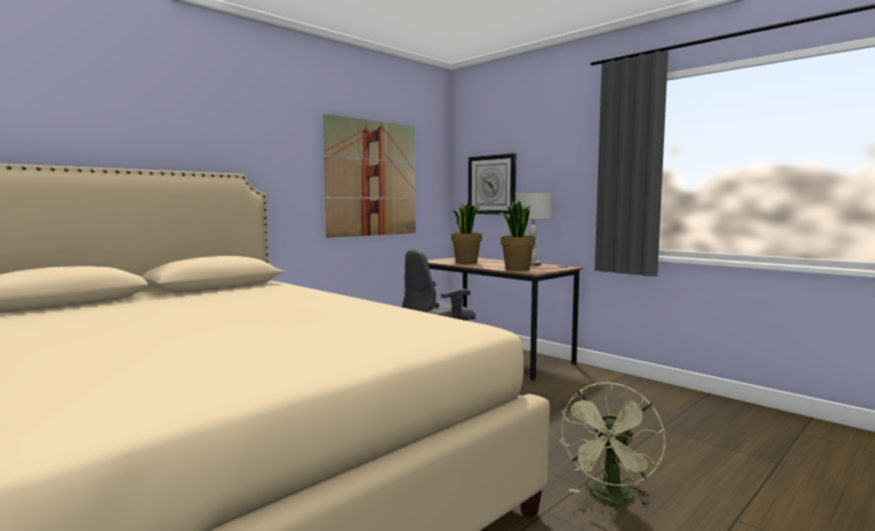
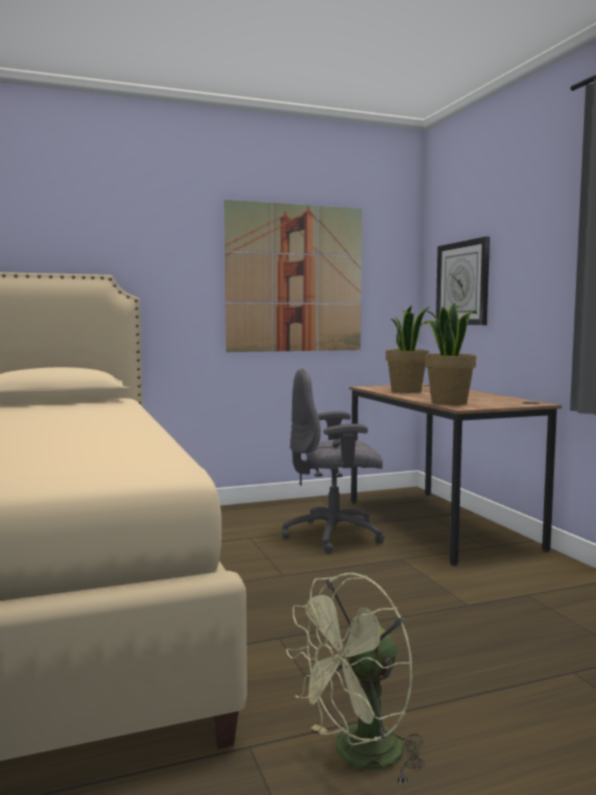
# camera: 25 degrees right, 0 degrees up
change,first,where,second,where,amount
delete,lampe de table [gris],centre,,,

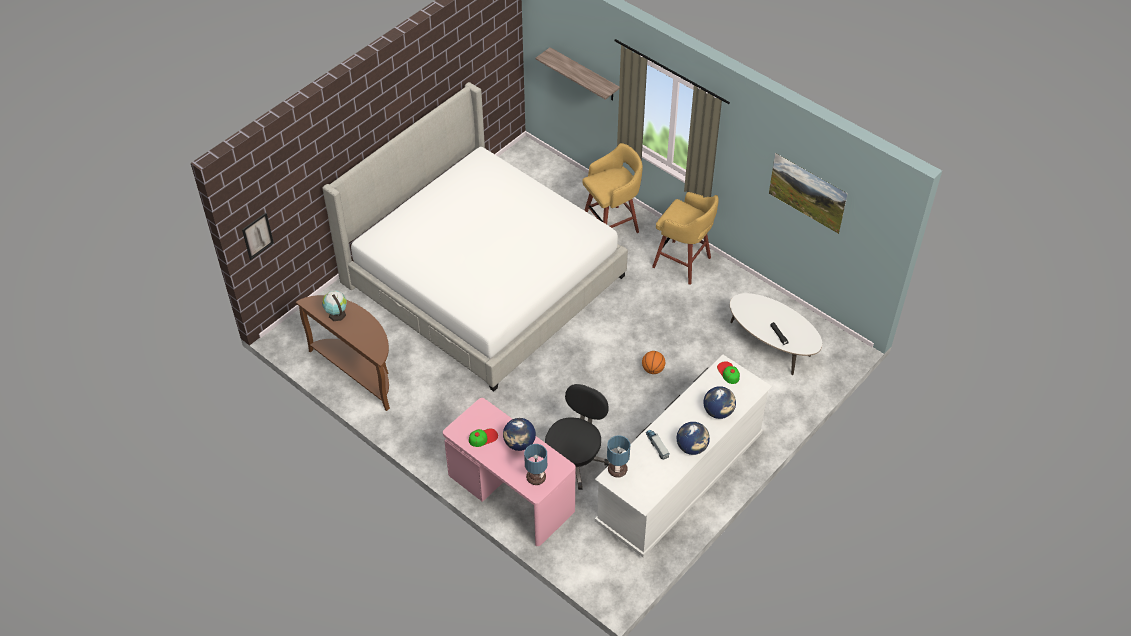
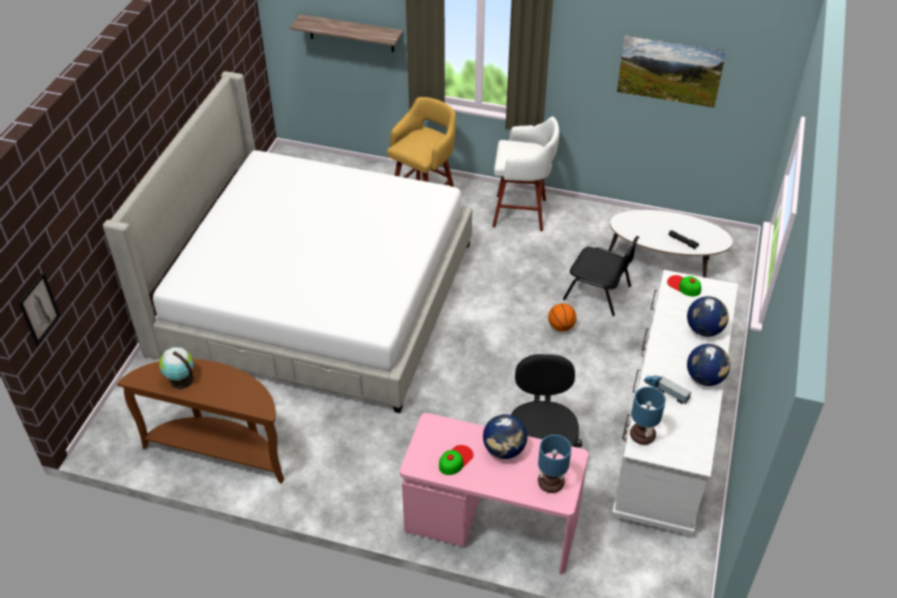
# camera: 25 degrees left, 5 degrees down
change,first,where,second,where,amount
recolor,tabouret [jaune] (2nd from left),centre,tabouret [blanc],top centre,
insert,,,chaise [noir],middle right,

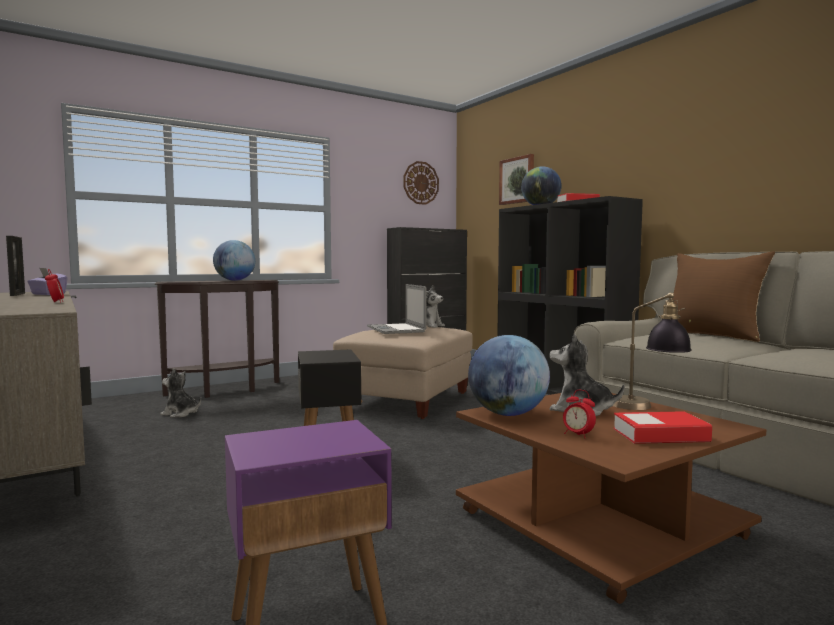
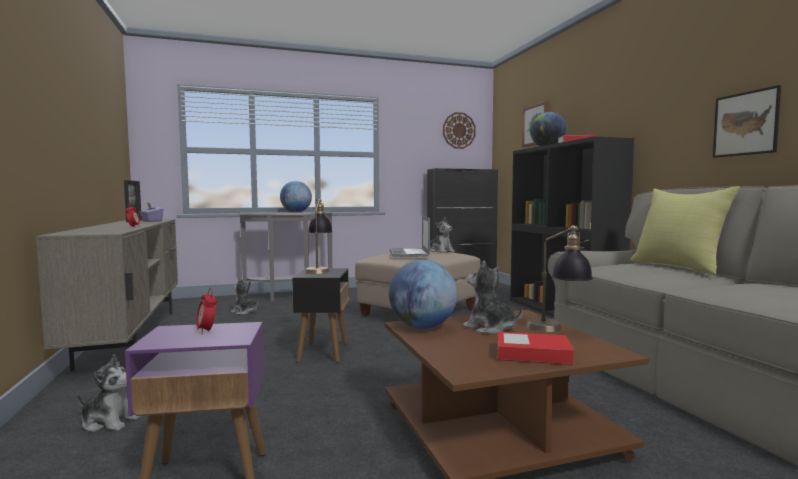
# camera: 15 degrees right, 0 degrees up
change,first,where,second,where,amount
insert,,,peluche (1st from left),bottom left,
move,réveil (2nd from left),middle right,,middle left,
recolor,table console [marron],middle left,table console [gris],centre,
insert,,,lampe de table (1st from left),centre,
recolor,coussin [marron],middle right,coussin [jaune],middle right,
insert,,,tableau (2nd from left),top right,

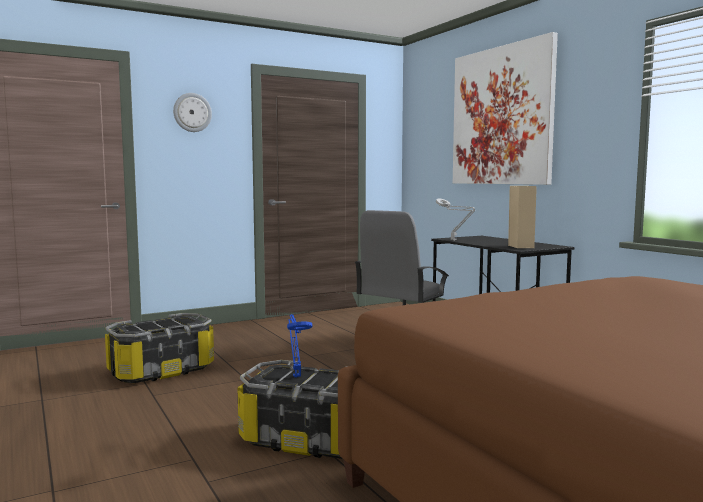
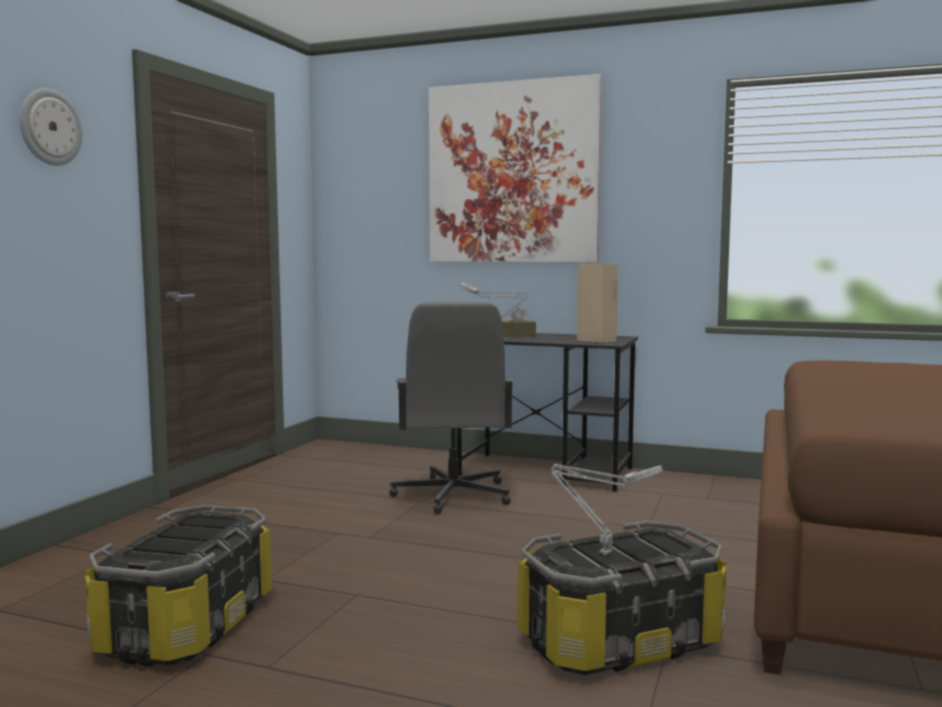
# camera: 40 degrees left, 0 degrees up
change,first,where,second,where,amount
insert,,,boîte à mouchoirs [marron],centre,
recolor,lampe de table [bleu],bottom centre,lampe de table [gris] (2nd from left),bottom centre,

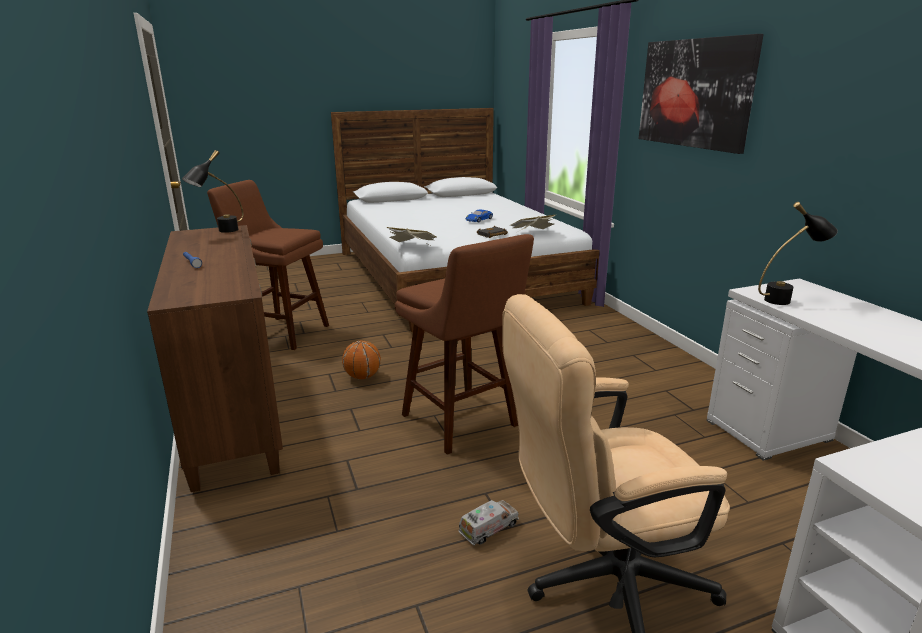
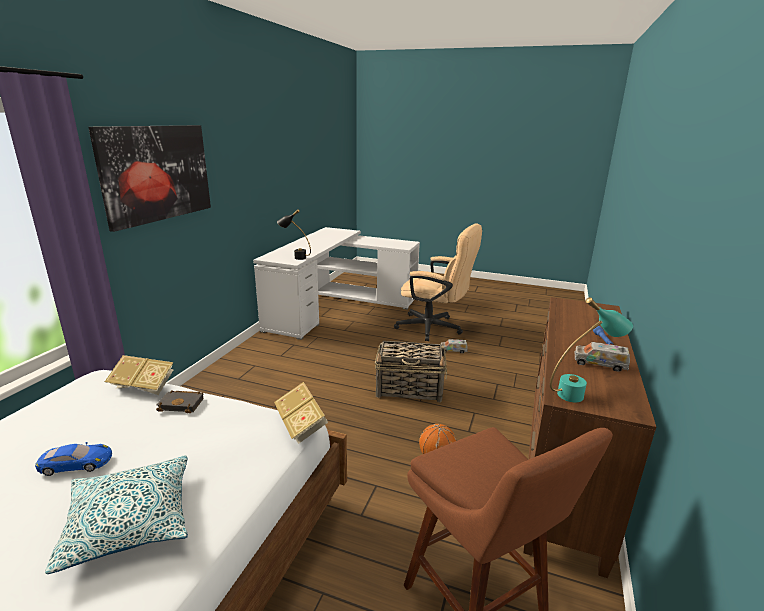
# camera: 140 degrees left, 0 degrees up
change,first,where,second,where,amount
insert,,,coussin,bottom left,
replace,tabouret [marron] (2nd from left),centre,panier,centre,
recolor,lampe de table [noir] (1st from left),top left,lampe de table [turquoise],middle right,
insert,,,camion jouet (2nd from left),middle right,

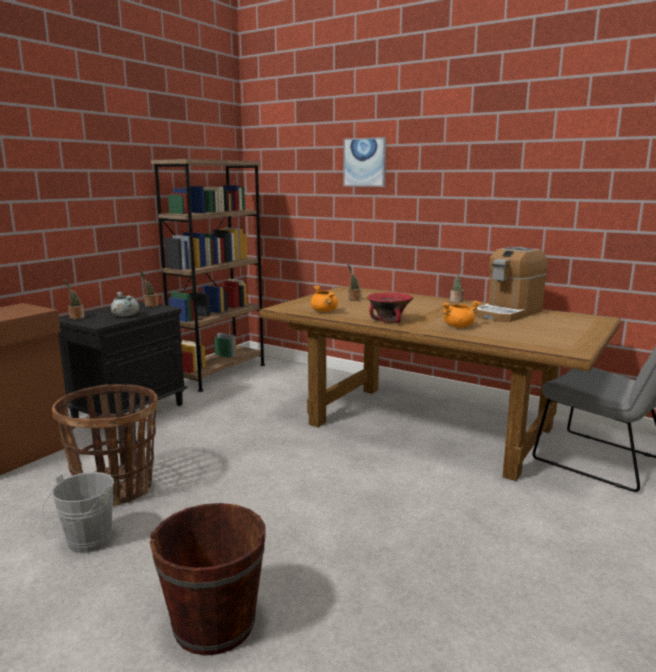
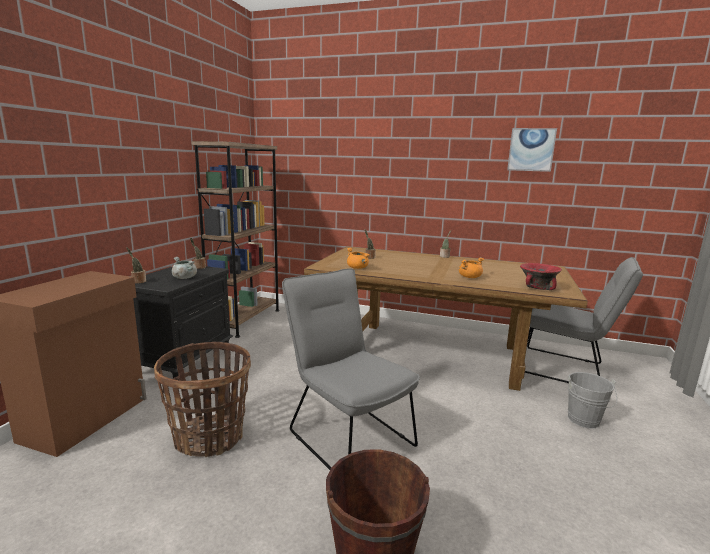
# camera: 15 degrees left, 0 degrees up
change,first,where,second,where,amount
insert,,,chaise [gris] (1st from left),centre,
move,tableau,top centre,,top right,
move,bol [rouge],centre,,middle right,
move,seau [gris],bottom left,,bottom right,
delete,machine à café,middle right,,,

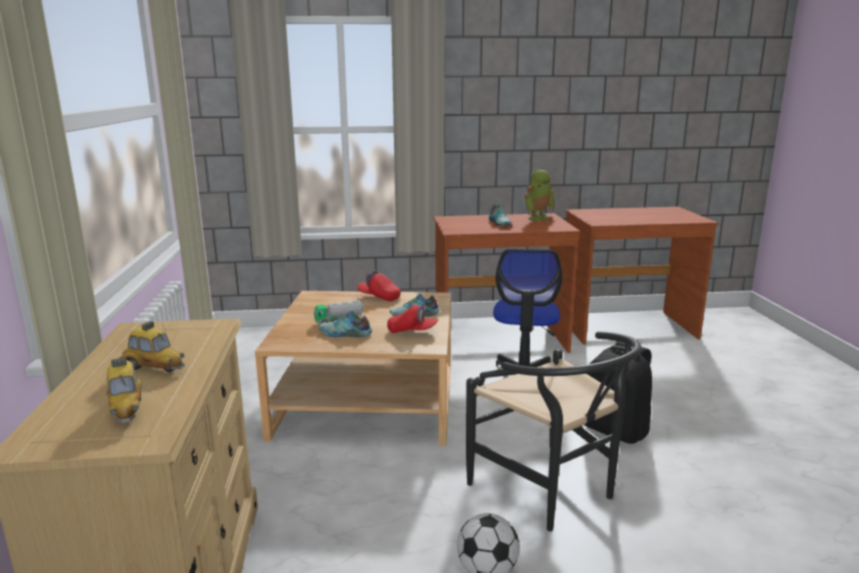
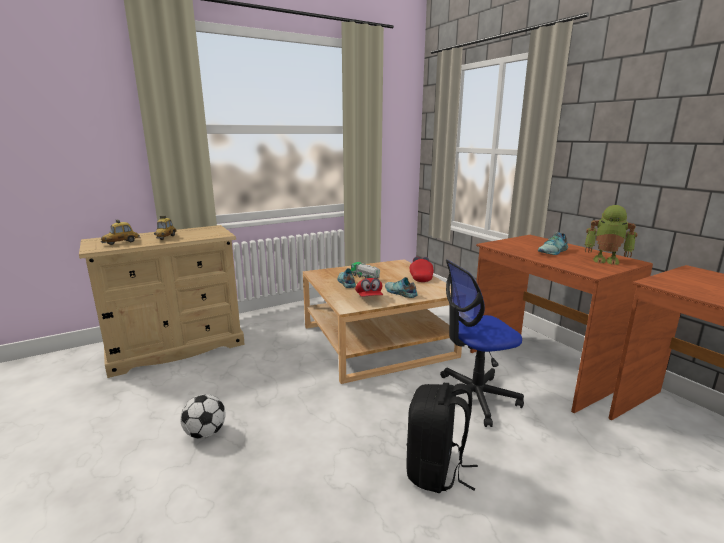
# camera: 65 degrees right, 0 degrees up
change,first,where,second,where,amount
delete,chaise [noir],bottom centre,,,

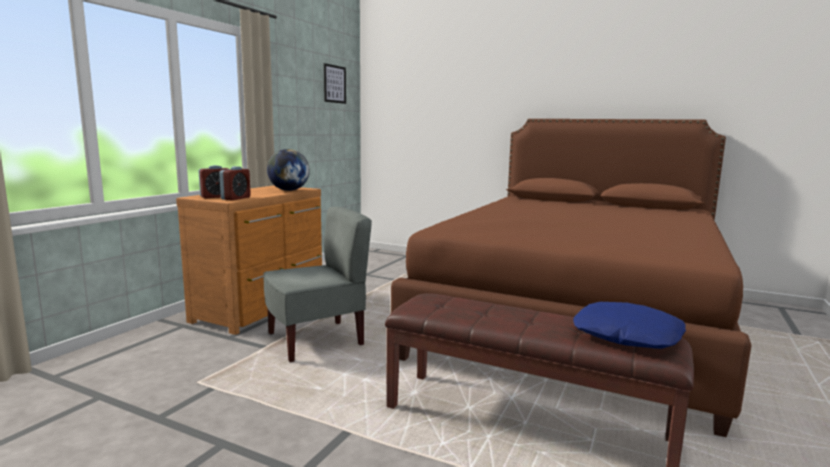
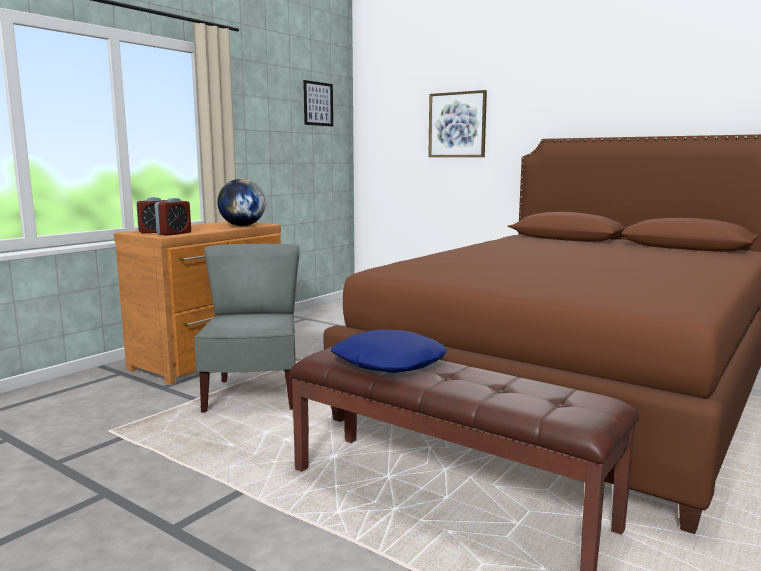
# camera: 10 degrees right, 0 degrees up
change,first,where,second,where,amount
rotate,chaise [gris],centre,,middle left,75 degrees counterclockwise
move,coussin [bleu],bottom right,,centre,
insert,,,tableau (2nd from left),top centre,

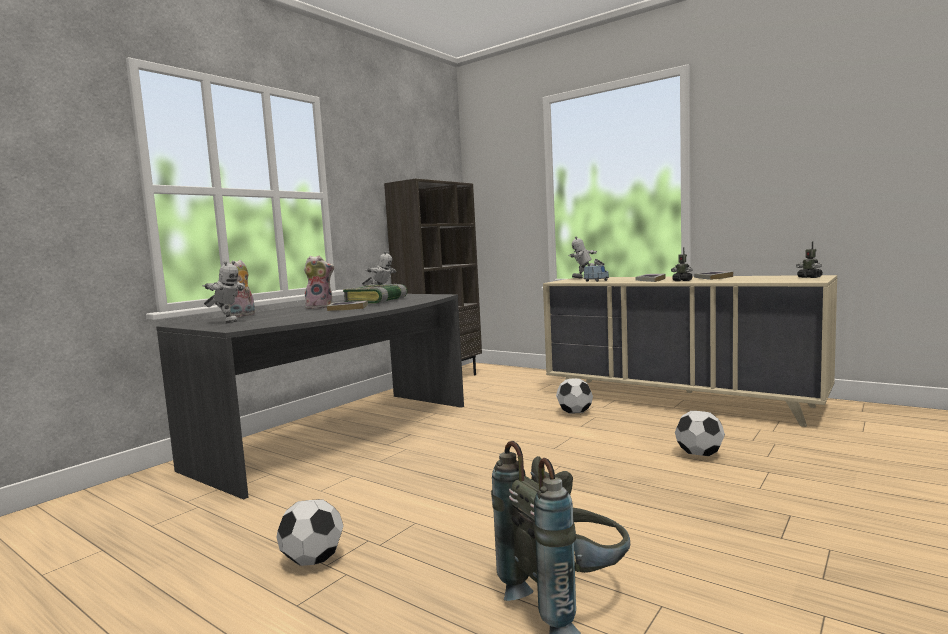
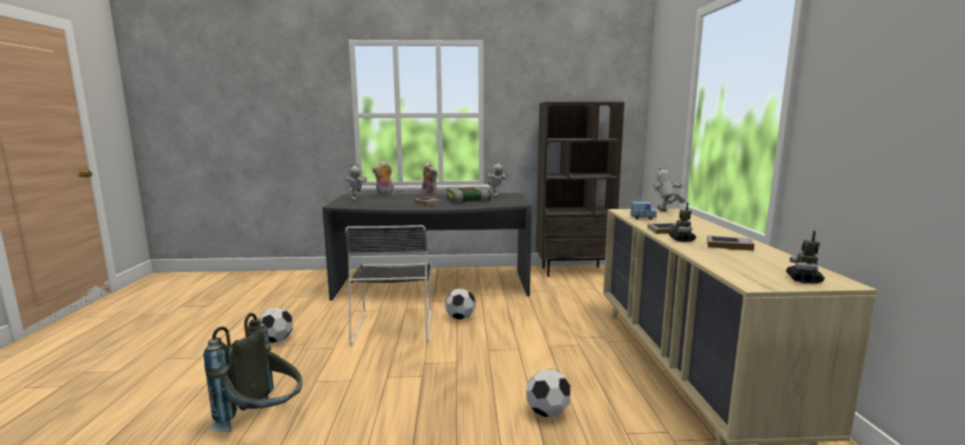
# camera: 50 degrees right, 5 degrees up
change,first,where,second,where,amount
insert,,,chaise [noir],centre,
move,ballon de foot (2nd from left),centre,,bottom centre,

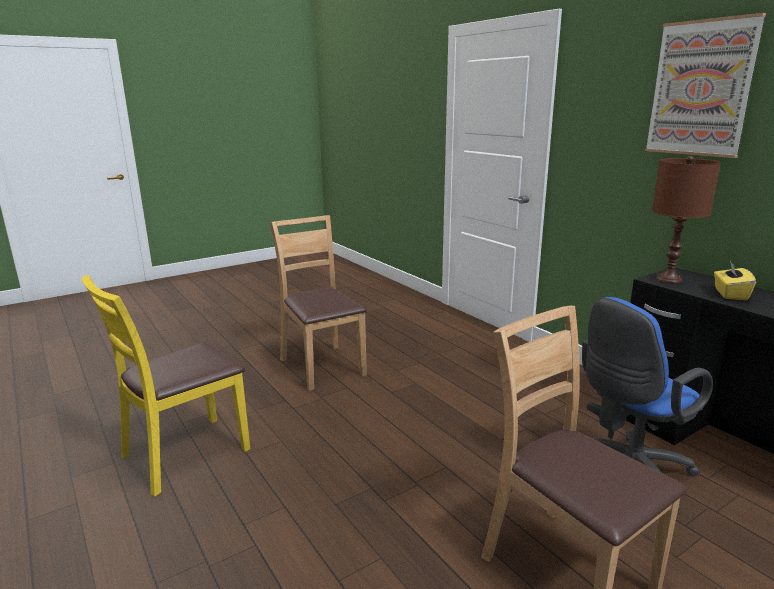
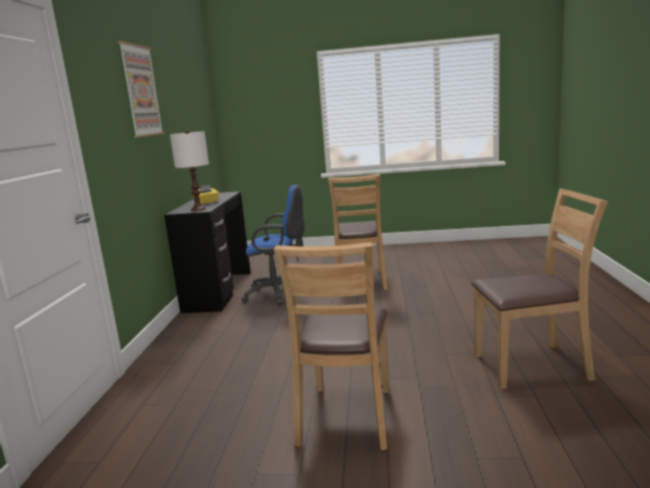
# camera: 140 degrees left, 5 degrees down
change,first,where,second,where,amount
recolor,lampe de table [marron],middle right,lampe de table [blanc],middle left,
recolor,chaise [jaune],middle left,chaise [marron] (3rd from left),middle right,

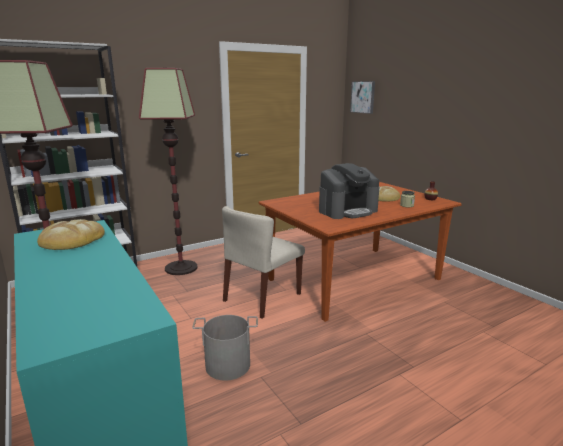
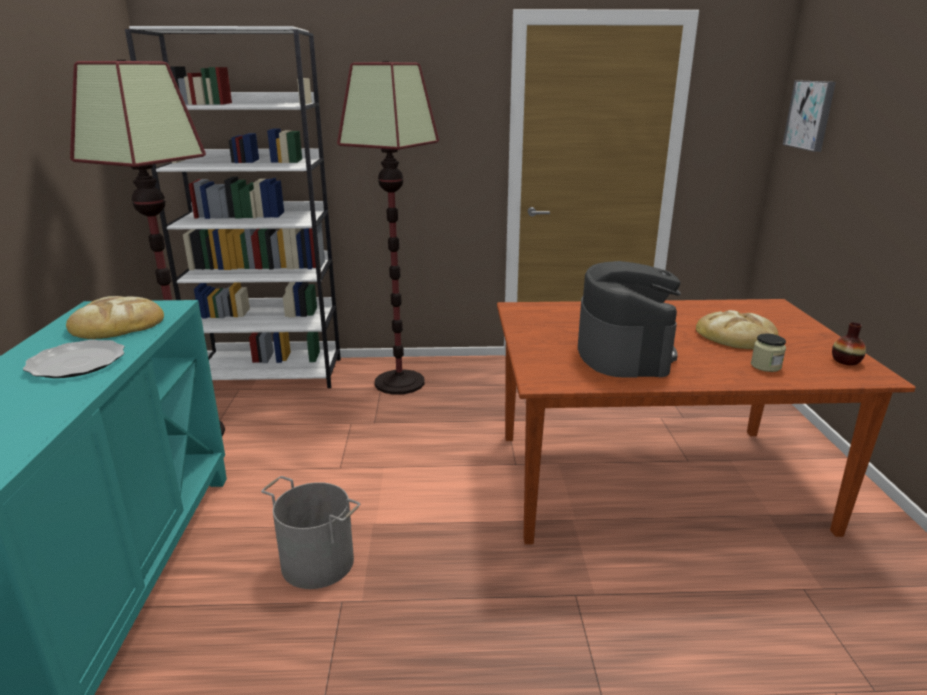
# camera: 30 degrees right, 5 degrees up
change,first,where,second,where,amount
insert,,,assiette,middle left,
rotate,machine à café,centre,,middle right,90 degrees counterclockwise
delete,chaise [beige],centre,,,

